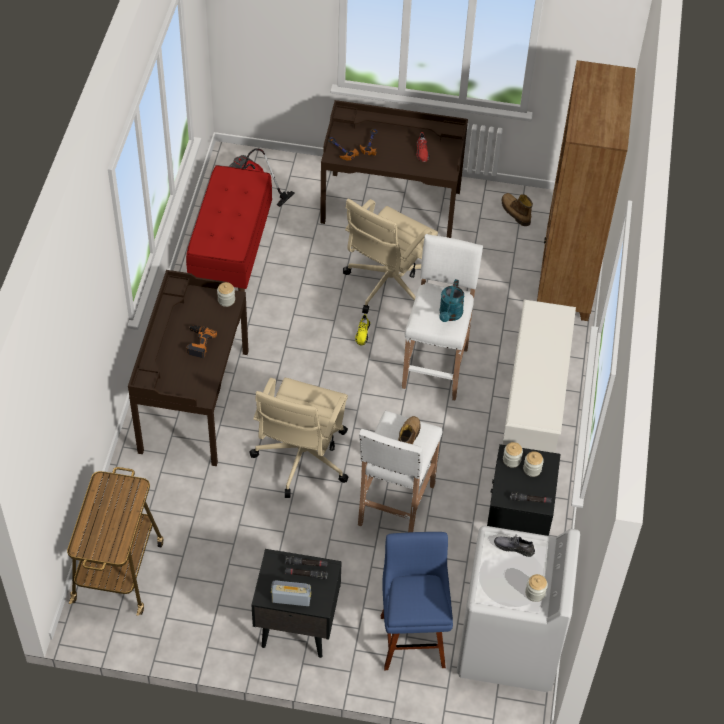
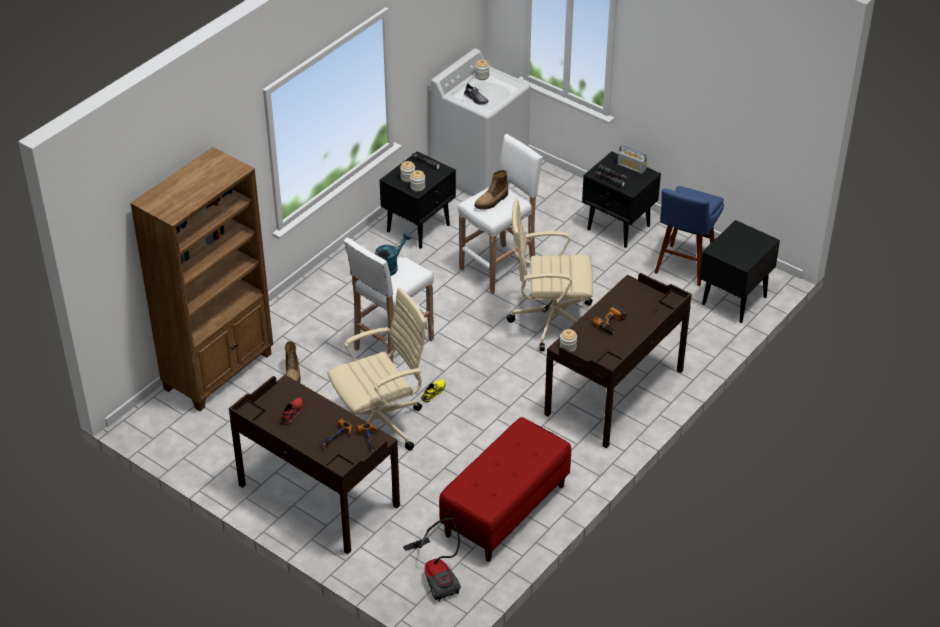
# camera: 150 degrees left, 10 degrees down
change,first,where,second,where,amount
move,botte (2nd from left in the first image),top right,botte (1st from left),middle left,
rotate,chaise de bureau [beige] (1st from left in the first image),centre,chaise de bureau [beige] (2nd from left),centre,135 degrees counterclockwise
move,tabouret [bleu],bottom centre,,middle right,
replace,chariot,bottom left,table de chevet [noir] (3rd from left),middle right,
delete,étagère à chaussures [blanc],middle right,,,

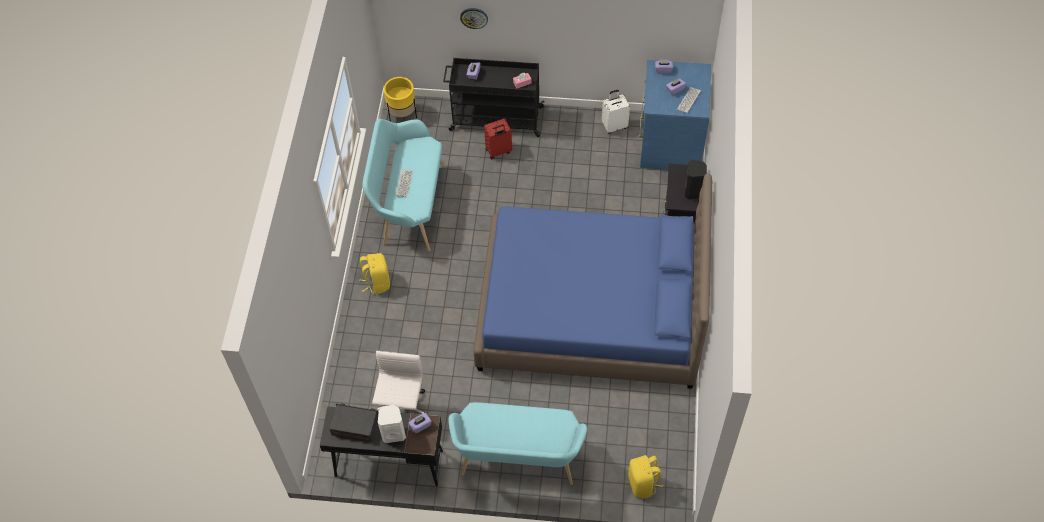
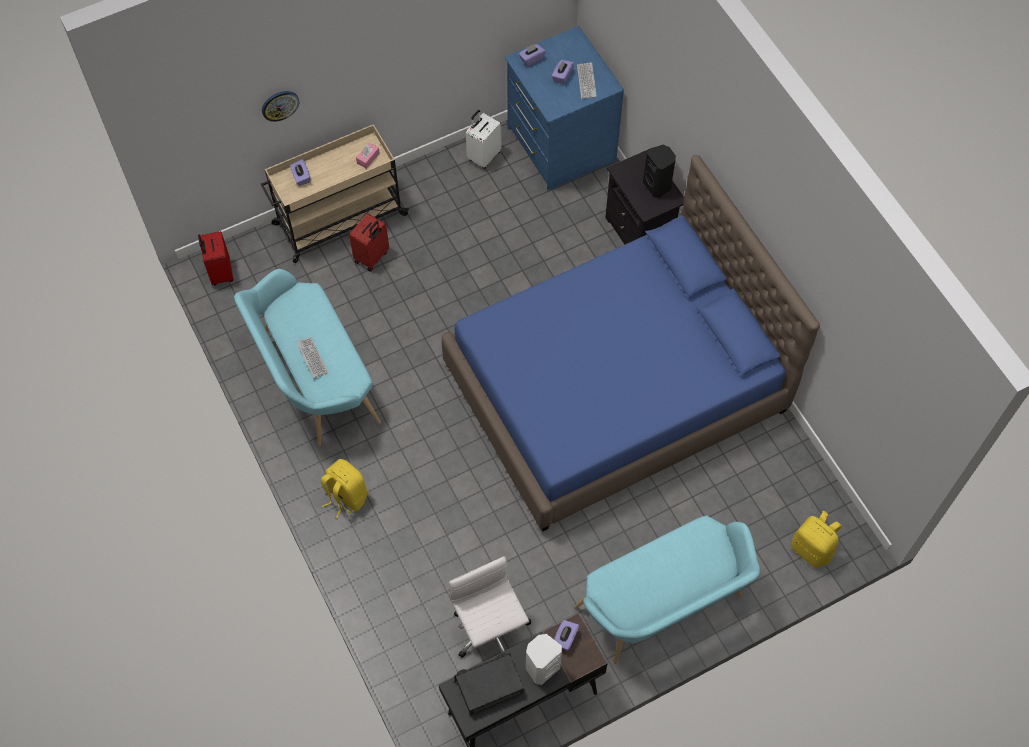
# camera: 35 degrees left, 5 degrees up
change,first,where,second,where,amount
replace,cache-pot [jaune],top centre,valise [rouge] (1st from left),middle left,
recolor,chariot [noir],top centre,chariot [beige],top left,

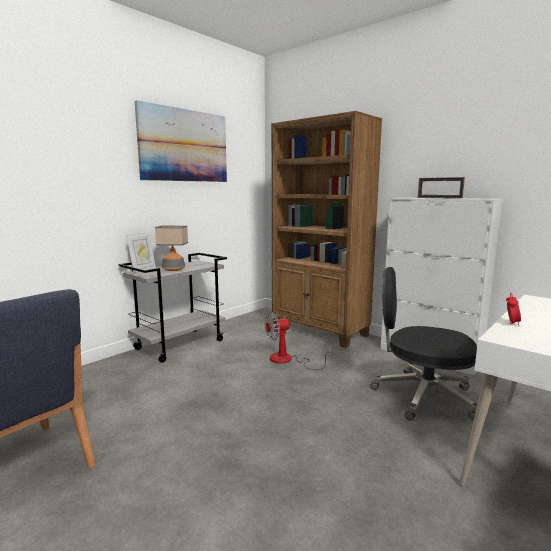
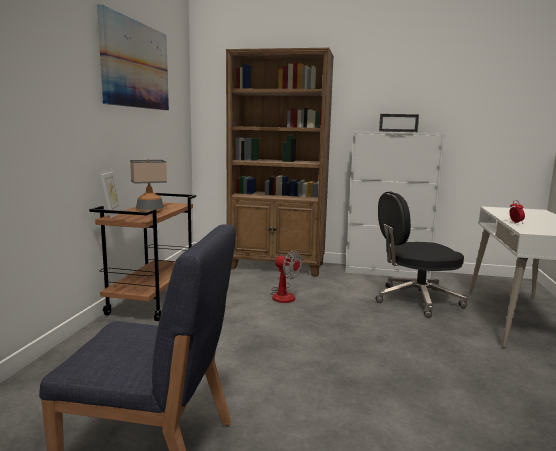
# camera: 30 degrees left, 0 degrees up
change,first,where,second,where,amount
recolor,chariot [gris],middle left,chariot [marron],middle left,
rotate,ventilateur,centre,,centre,90 degrees counterclockwise

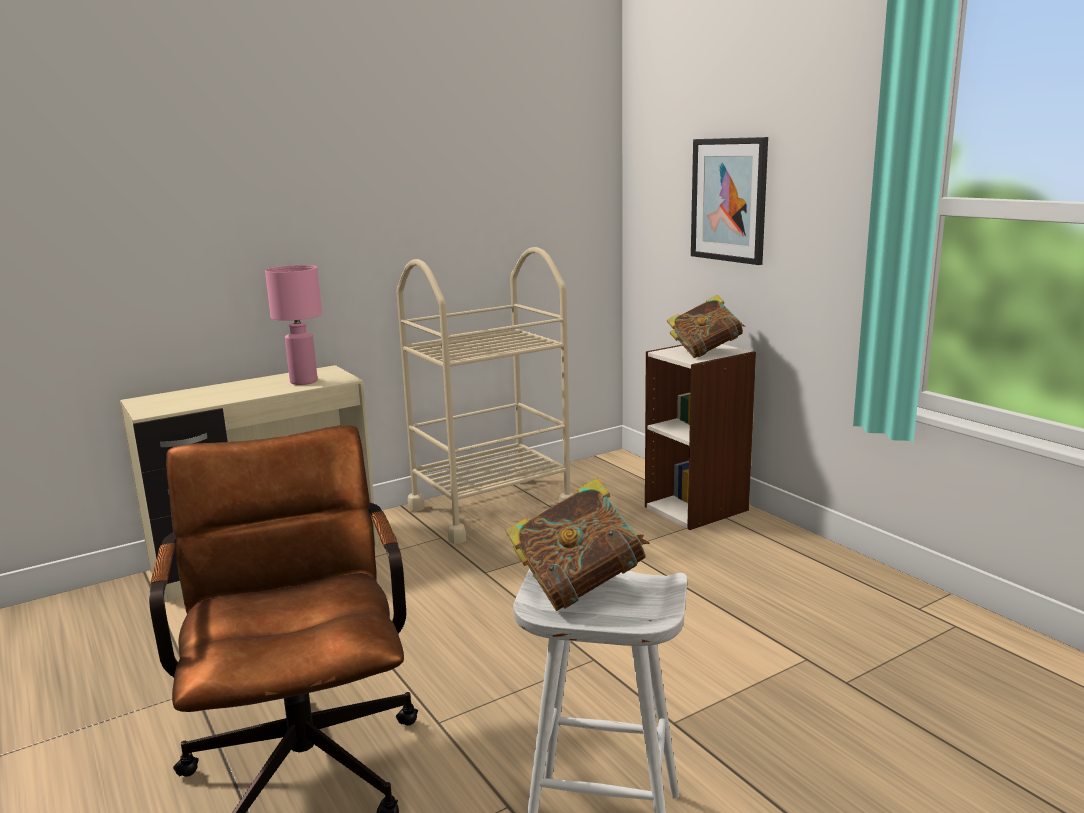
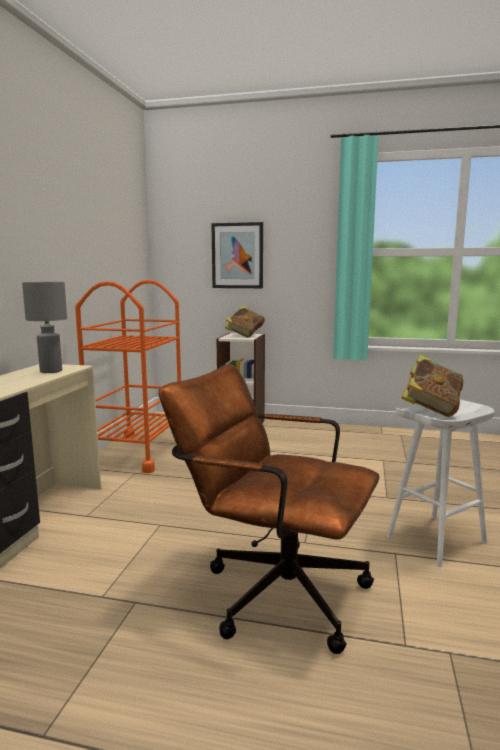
# camera: 45 degrees left, 5 degrees down
change,first,where,second,where,amount
recolor,lampe de table [rose],middle left,lampe de table [gris],middle left,
recolor,chariot [beige],centre,chariot [orange],middle left,

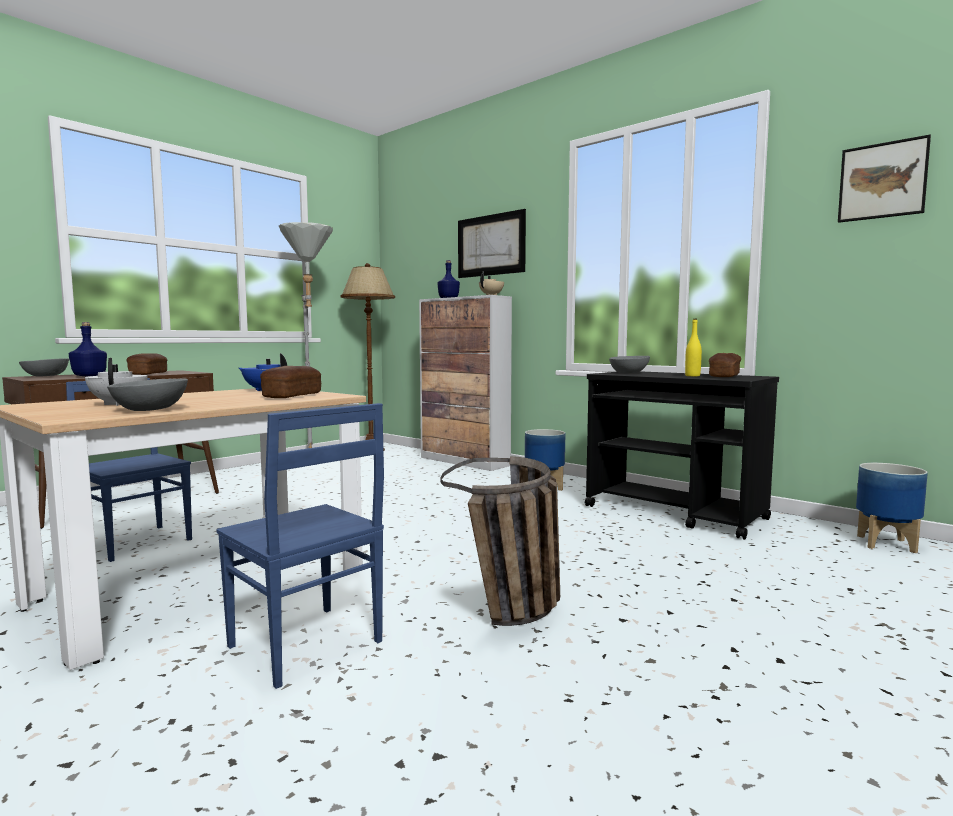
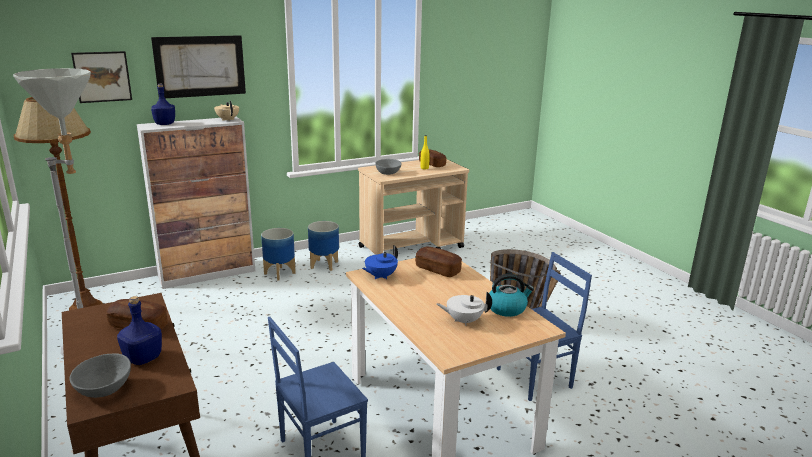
# camera: 70 degrees left, 15 degrees up
change,first,where,second,where,amount
move,tableau (2nd from left in the first image),top right,tableau (1st from left),top left,
move,cache-pot (2nd from left in the first image),middle right,cache-pot (1st from left),centre,
recolor,chariot [noir],middle right,chariot [beige],centre,
replace,bol [gris] (2nd from left),middle left,bouilloire,centre,

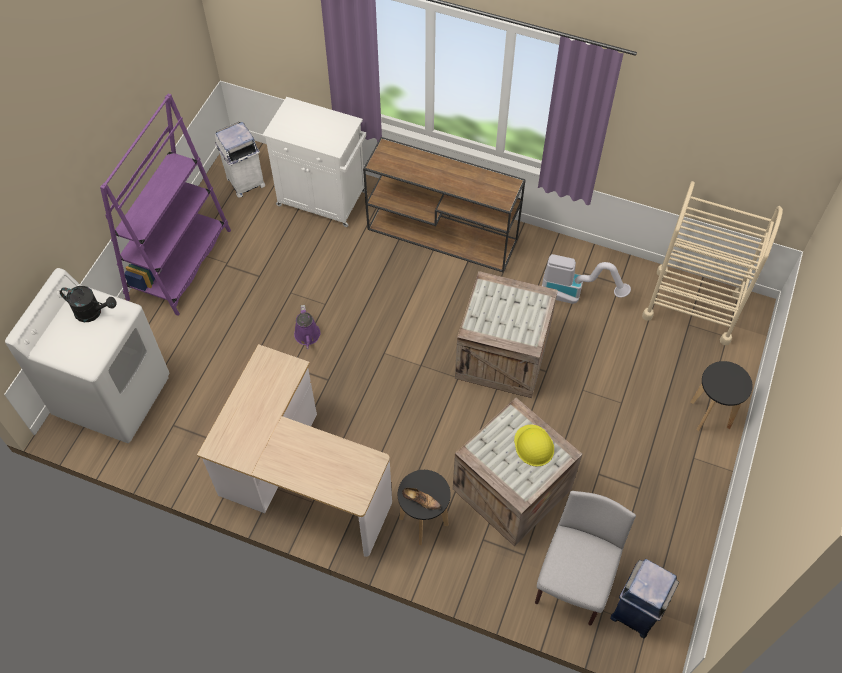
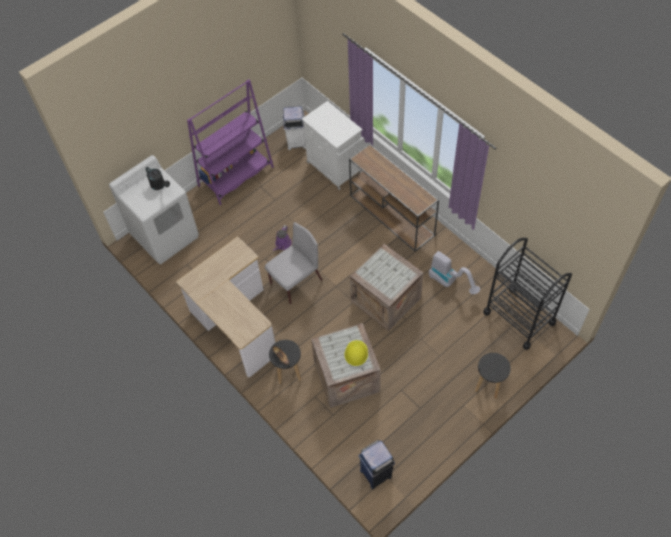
# camera: 30 degrees right, 0 degrees up
change,first,where,second,where,amount
move,chaise [gris],bottom right,,centre,
recolor,chariot [beige],middle right,chariot [noir],middle right,

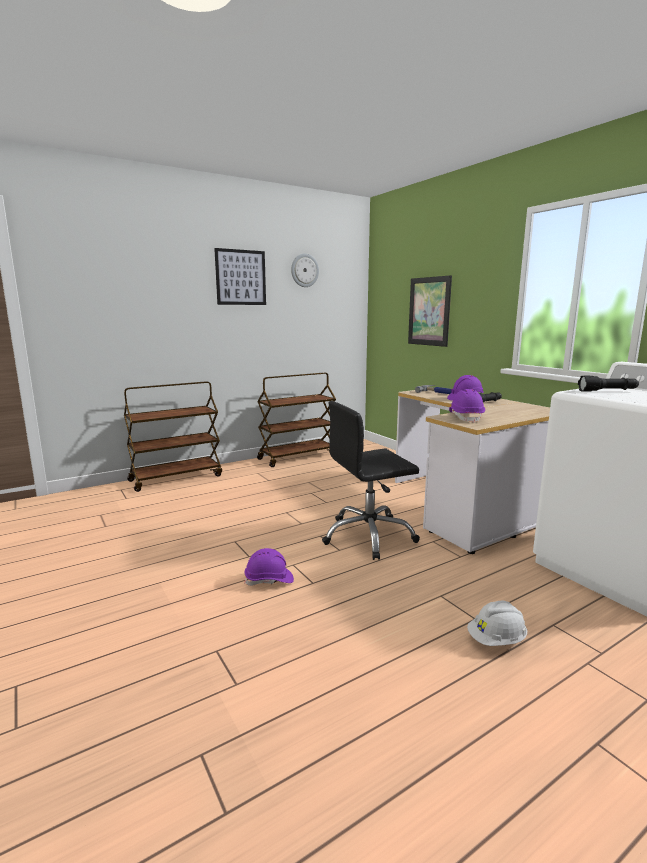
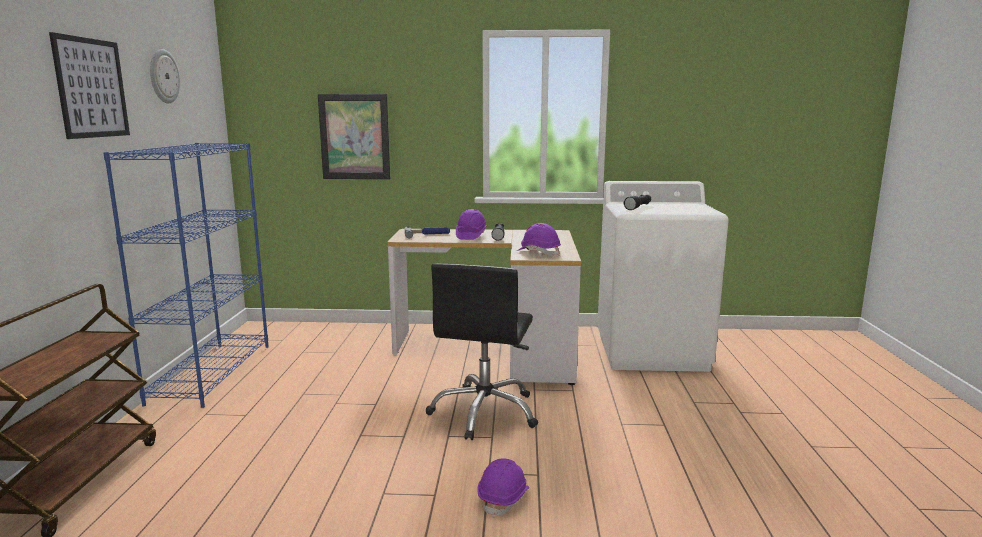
# camera: 55 degrees left, 0 degrees up
change,first,where,second,where,amount
replace,chariot [marron] (2nd from left),centre,bibliothèque [bleu],middle left,
delete,casque de chantier [blanc],bottom right,,,

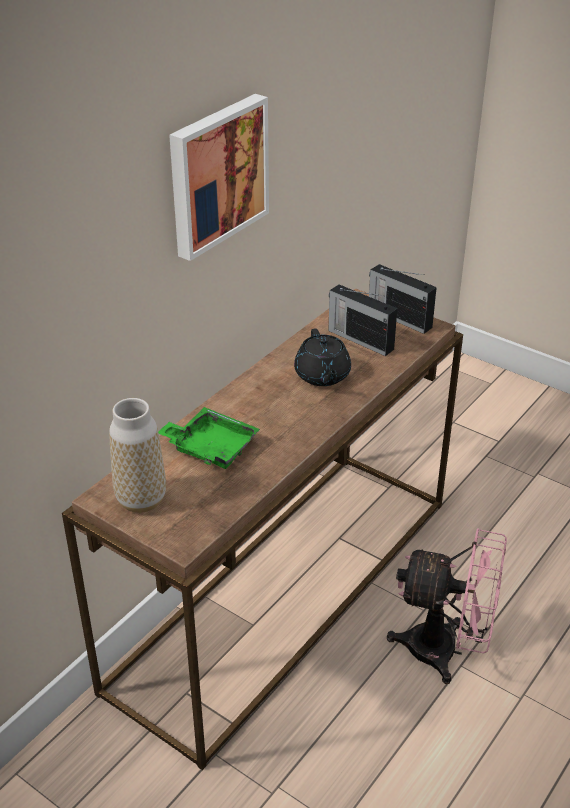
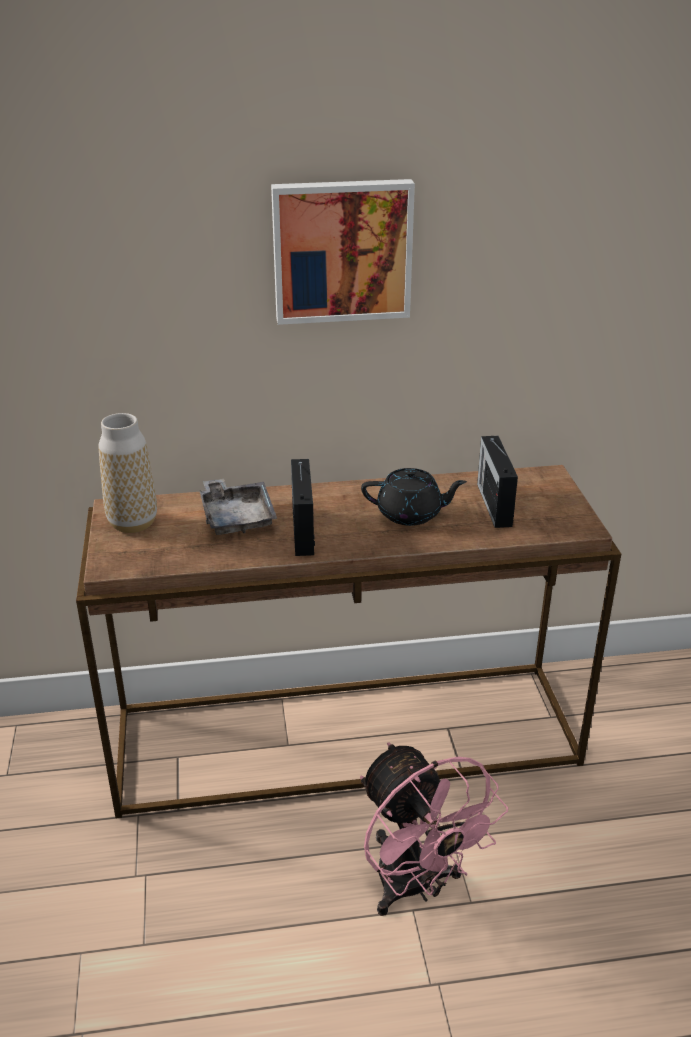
# camera: 45 degrees right, 5 degrees down
change,first,where,second,where,amount
recolor,plateau [vert],centre,plateau [gris],centre,
move,radio (2nd from left in the first image),middle right,radio (1st from left),centre,
rotate,théière [noir],centre,,centre,120 degrees counterclockwise

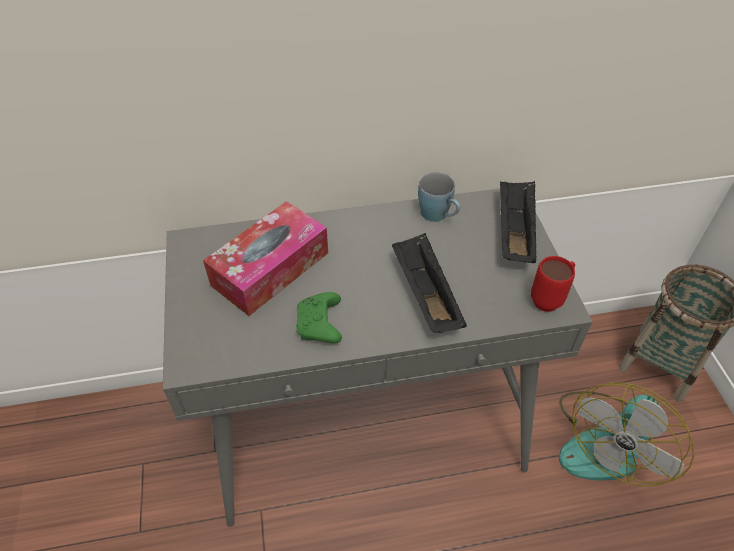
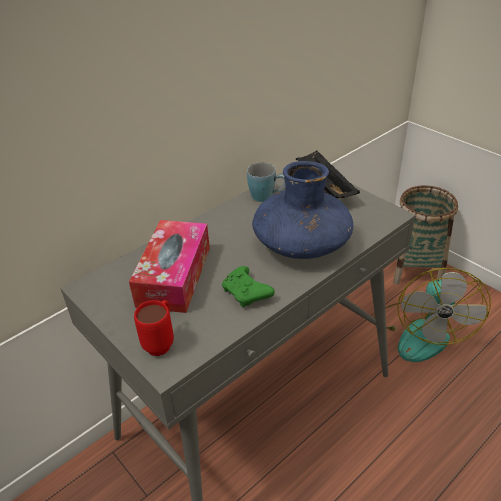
# camera: 30 degrees left, 10 degrees down
change,first,where,second,where,amount
move,mug [rouge],middle right,,middle left,
replace,plateau [noir] (1st from left),centre,vase [bleu],centre,

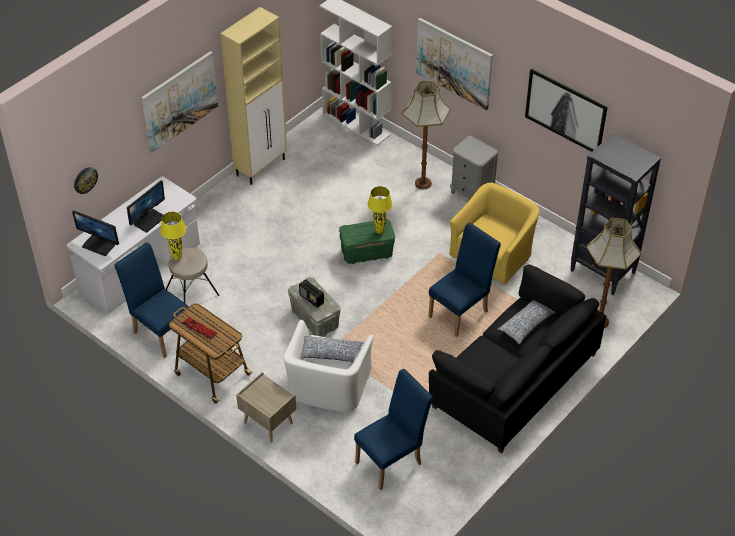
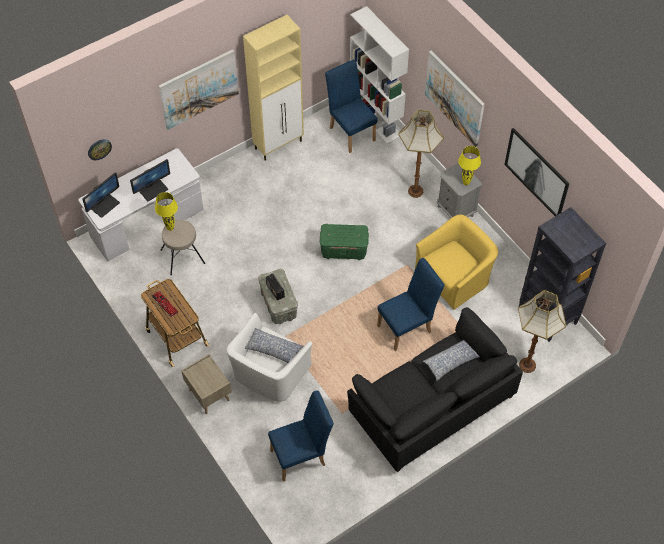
# camera: 15 degrees right, 10 degrees up
change,first,where,second,where,amount
rotate,écran d'ordinateur (1st from left),middle left,,middle left,90 degrees counterclockwise
move,chaise [bleu] (1st from left in the first image),middle left,chaise [bleu] (2nd from left),top centre,
move,lampe de table [jaune] (2nd from left),centre,,top right,

